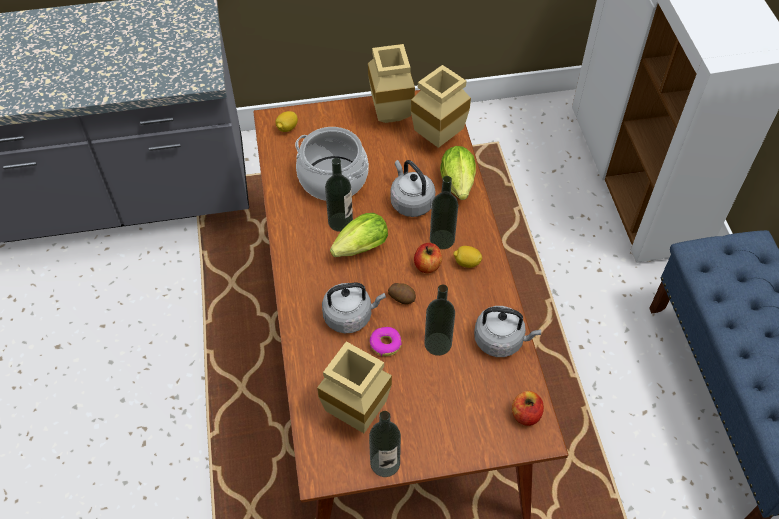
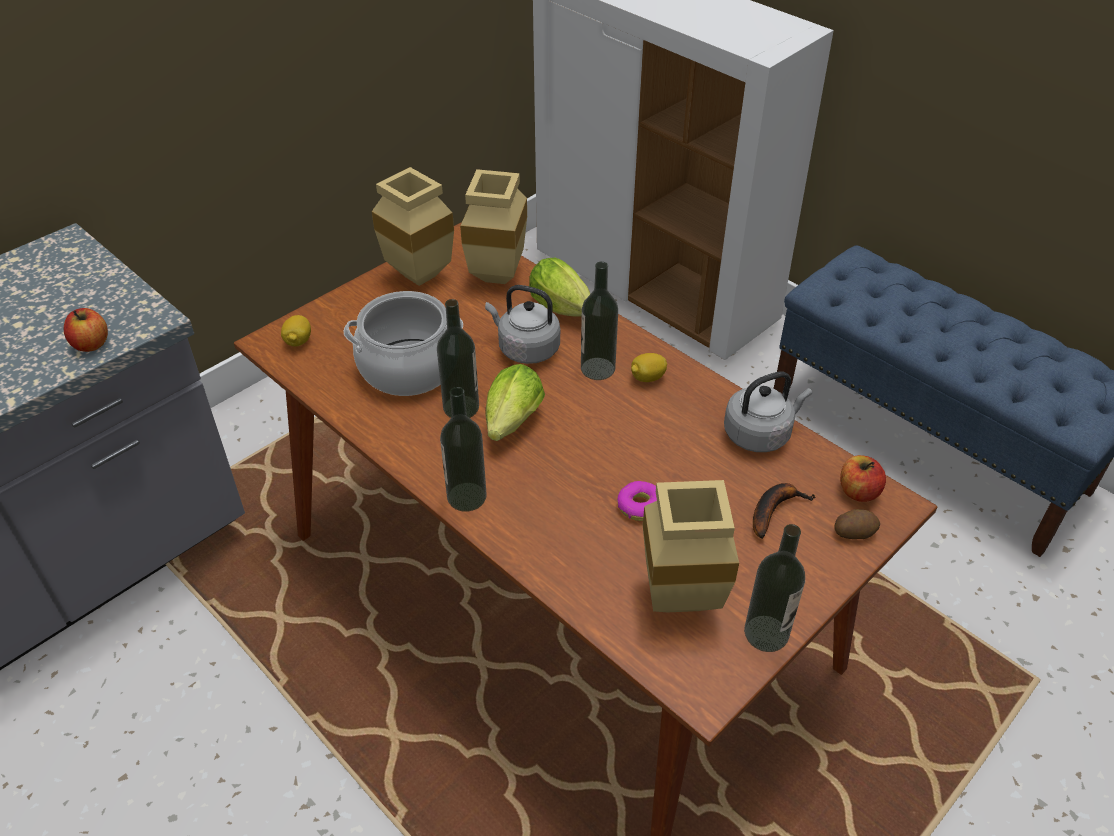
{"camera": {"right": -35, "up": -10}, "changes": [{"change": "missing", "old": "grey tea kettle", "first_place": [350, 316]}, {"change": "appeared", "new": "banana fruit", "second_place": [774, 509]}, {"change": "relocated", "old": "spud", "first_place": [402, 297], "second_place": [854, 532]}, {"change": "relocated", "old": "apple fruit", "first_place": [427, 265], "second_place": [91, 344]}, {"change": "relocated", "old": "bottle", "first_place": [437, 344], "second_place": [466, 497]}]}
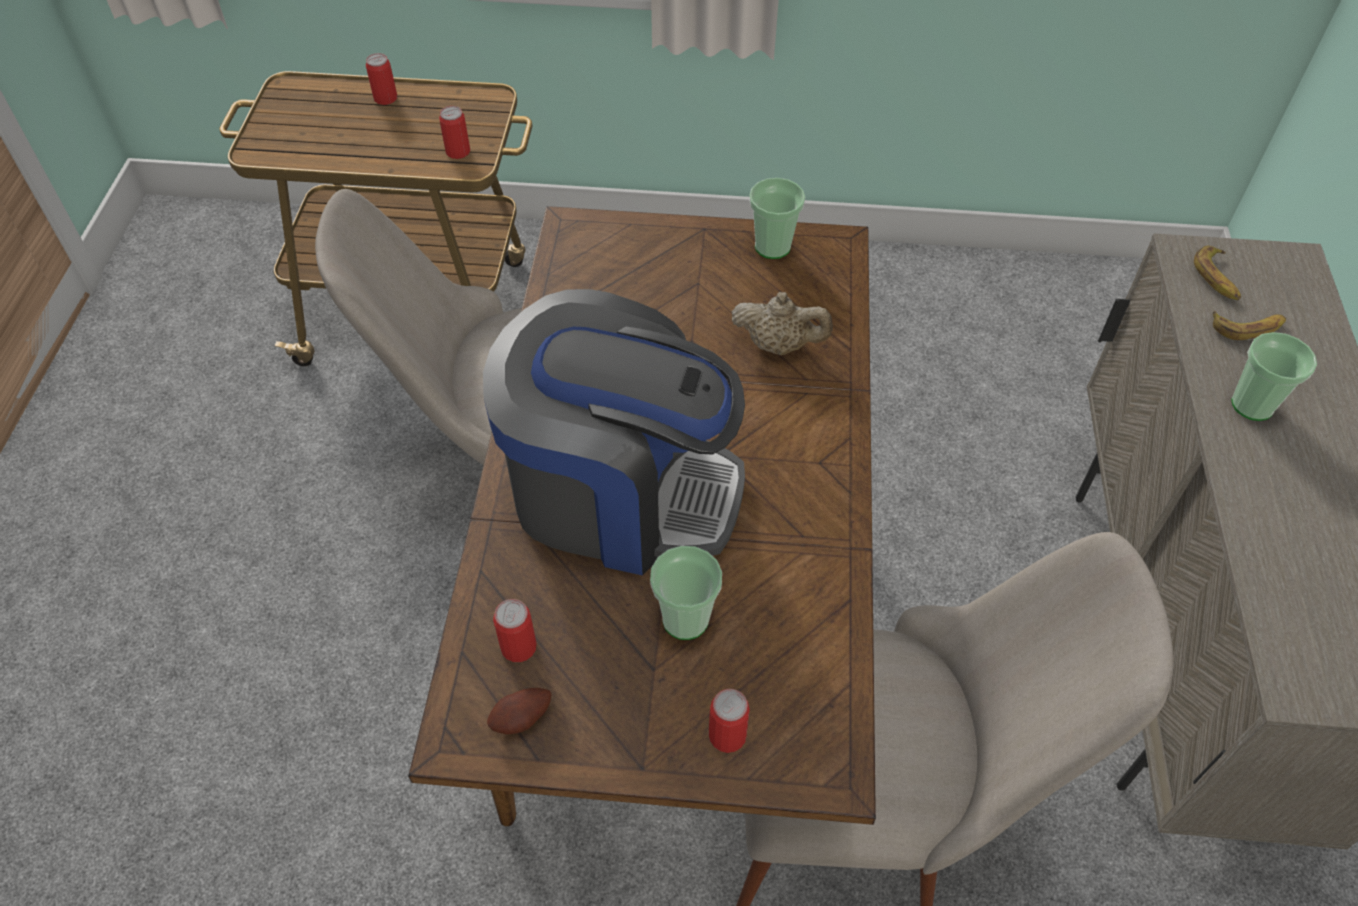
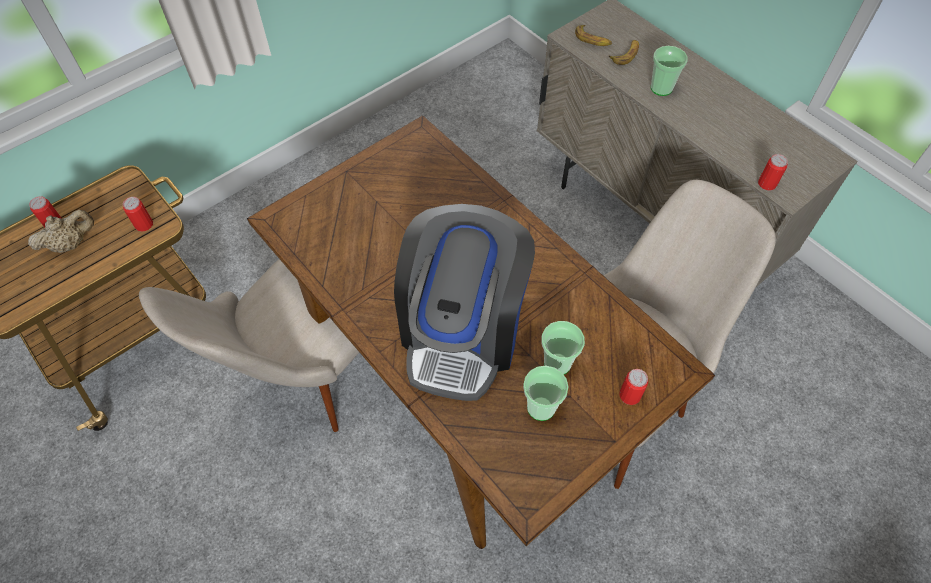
{"camera": {"right": -45, "up": 5}, "changes": [{"change": "missing", "old": "spud", "first_place": [522, 719]}, {"change": "relocated", "old": "sealed can", "first_place": [518, 647], "second_place": [767, 184]}, {"change": "relocated", "old": "beige-coloured tea pot", "first_place": [779, 345], "second_place": [71, 244]}, {"change": "relocated", "old": "small cup", "first_place": [772, 246], "second_place": [541, 407]}, {"change": "spun", "old": "coffee brewer", "first_place": [620, 492], "second_place": [462, 332], "degrees": 135}]}
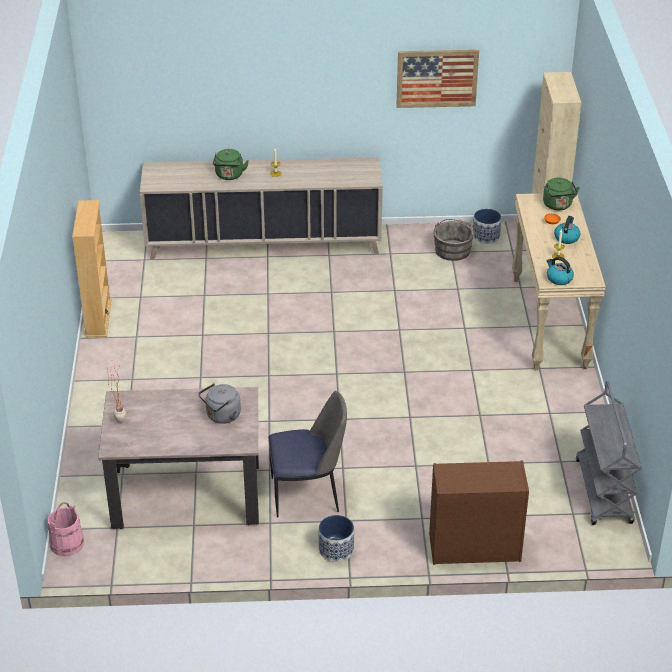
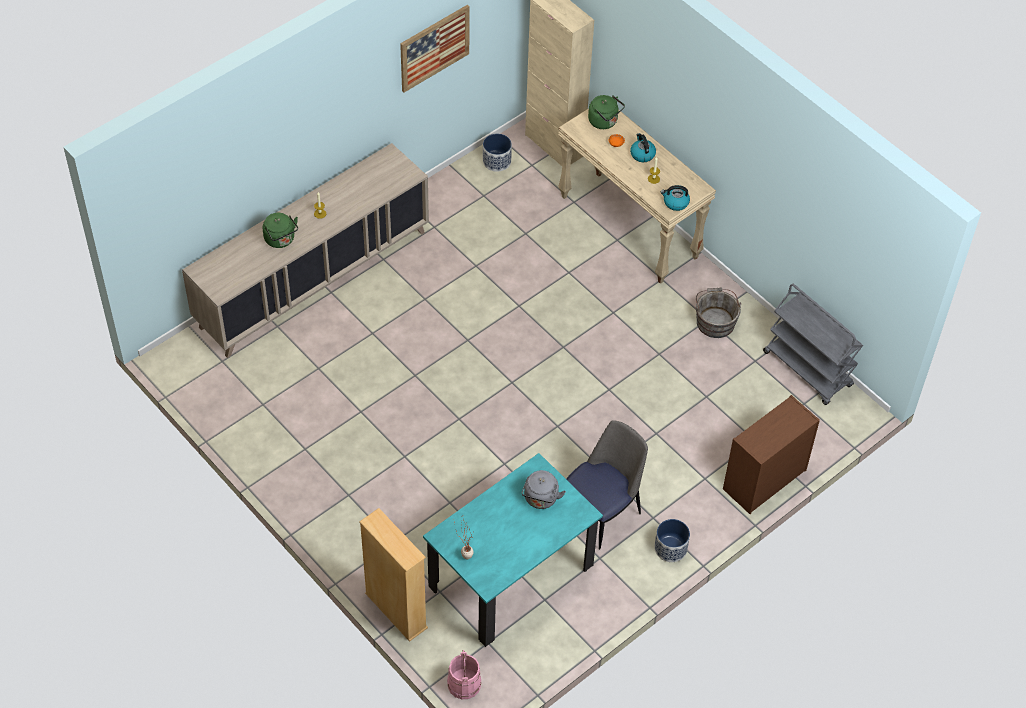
{"camera": {"right": -40, "up": 15}, "changes": [{"change": "relocated", "old": "beige-coloured shelving unit", "first_place": [98, 318], "second_place": [396, 611]}, {"change": "relocated", "old": "grey water bucket", "first_place": [453, 249], "second_place": [715, 320]}, {"change": "colour", "old": "beige-coloured kitchen table", "new": "turquoise-coloured kitchen table", "first_place": [186, 495], "second_place": [511, 576]}]}
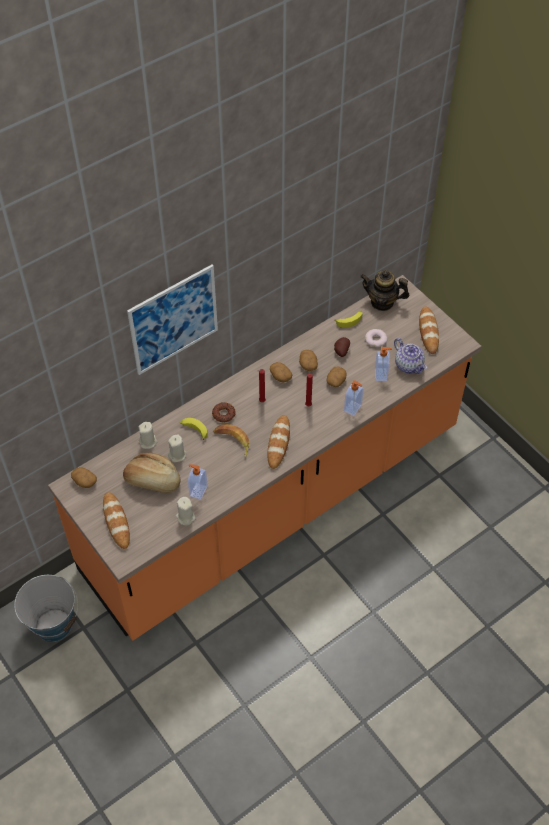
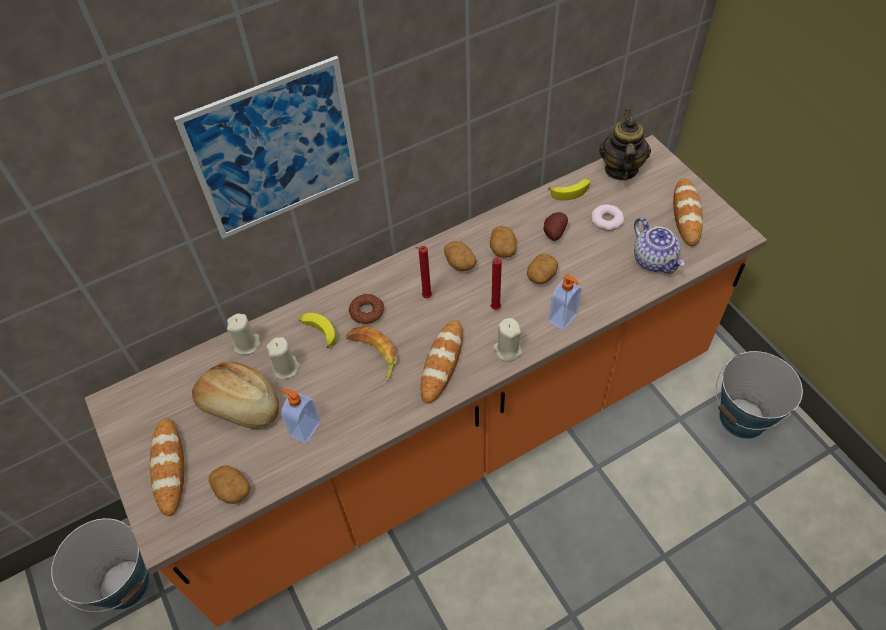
{"camera": {"right": 10, "up": 0}, "changes": [{"change": "missing", "old": "soap dispenser", "first_place": [381, 374]}, {"change": "appeared", "new": "water bucket", "second_place": [742, 418]}, {"change": "relocated", "old": "spud", "first_place": [84, 481], "second_place": [231, 489]}, {"change": "relocated", "old": "beige-coloured wax light", "first_place": [185, 517], "second_place": [507, 350]}, {"change": "spun", "old": "tea pot", "first_place": [382, 302], "second_place": [620, 169], "degrees": 75}]}
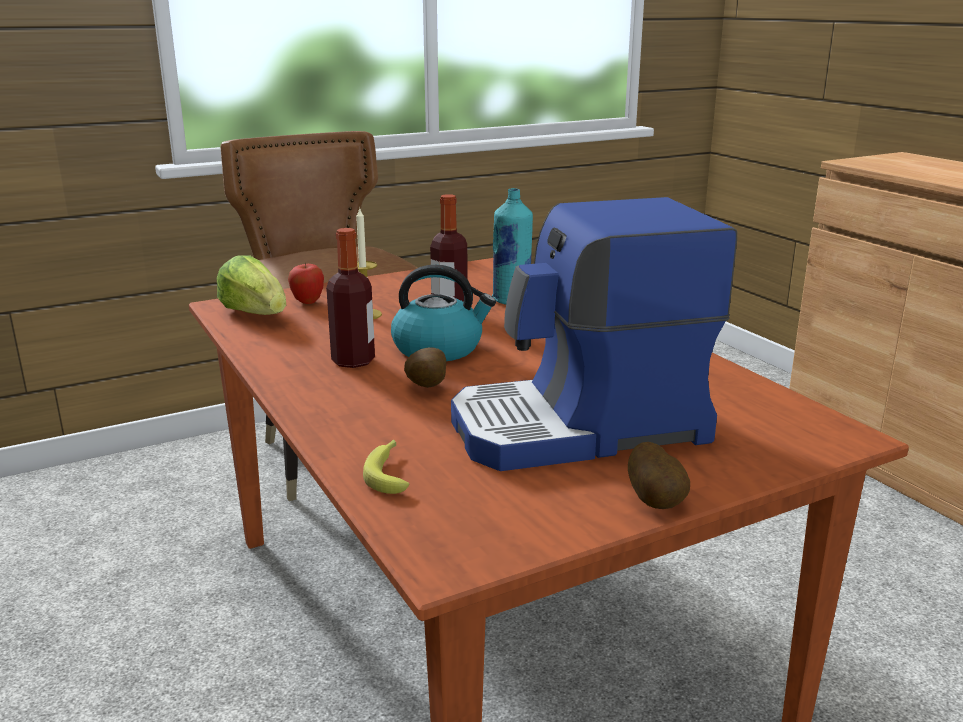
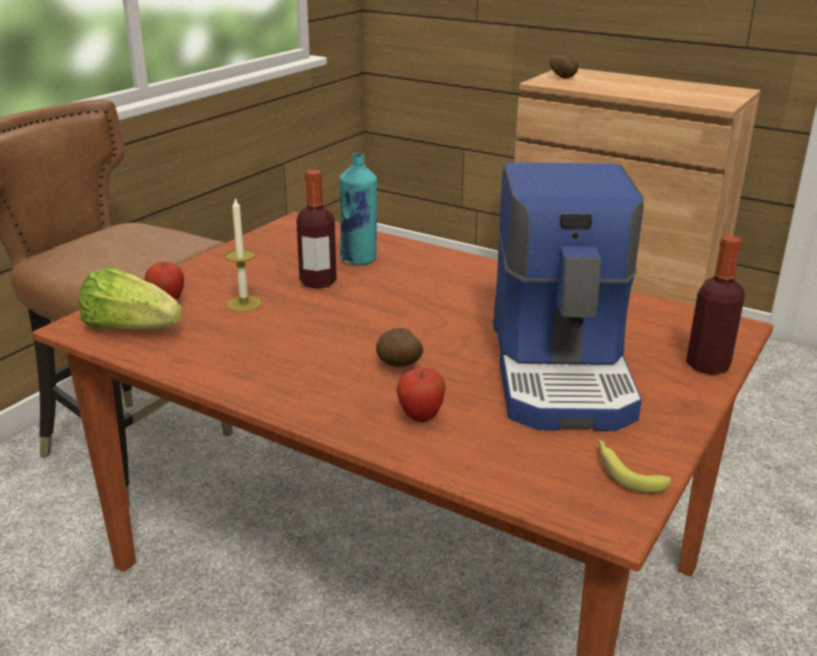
{"camera": {"right": -30, "up": 5}, "changes": [{"change": "missing", "old": "tea kettle", "first_place": [439, 348]}, {"change": "appeared", "new": "apple fruit", "second_place": [420, 417]}, {"change": "relocated", "old": "bottle", "first_place": [353, 361], "second_place": [707, 365]}, {"change": "relocated", "old": "banana fruit", "first_place": [390, 472], "second_place": [626, 471]}, {"change": "relocated", "old": "spud", "first_place": [657, 501], "second_place": [563, 77]}, {"change": "spun", "old": "coffee brewer", "first_place": [580, 428], "second_place": [563, 371], "degrees": -45}]}
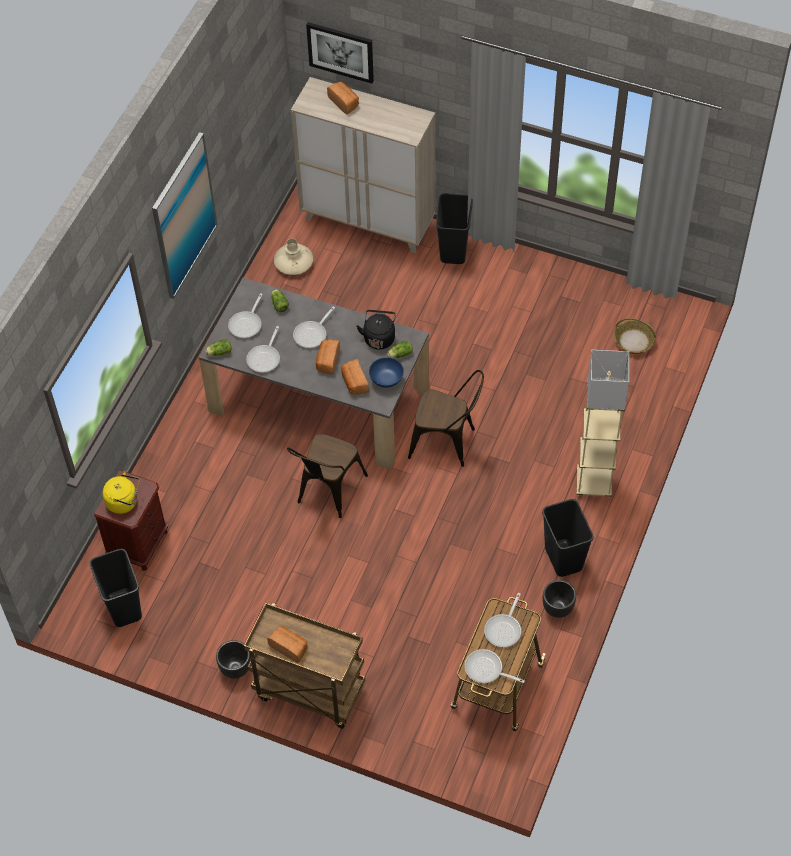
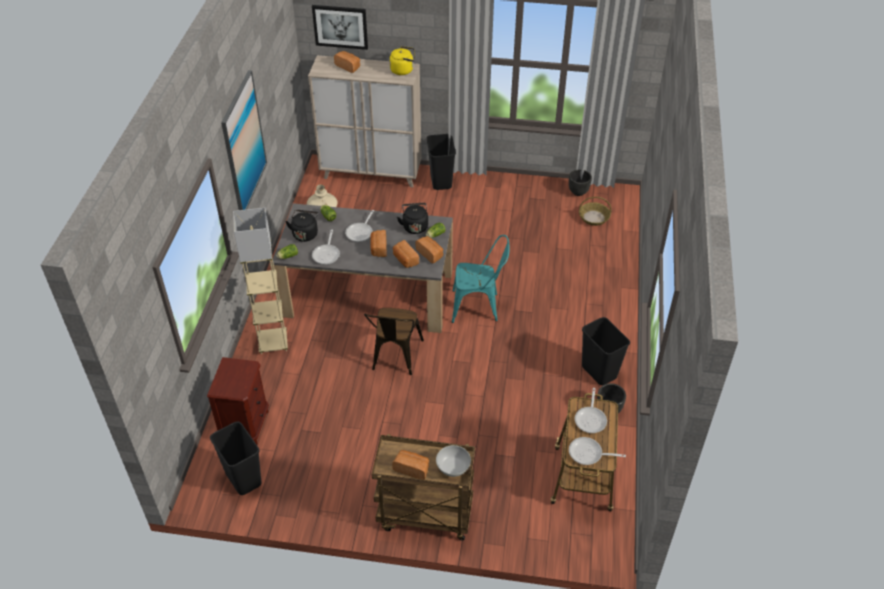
{"camera": {"right": -15, "up": -10}, "changes": [{"change": "appeared", "new": "white bowl", "second_place": [453, 468]}, {"change": "relocated", "old": "yellow tea kettle", "first_place": [124, 502], "second_place": [403, 70]}, {"change": "relocated", "old": "blackish flower pot", "first_place": [235, 668], "second_place": [578, 192]}, {"change": "relocated", "old": "beige-coloured standard lamp", "first_place": [593, 483], "second_place": [273, 343]}, {"change": "exchanged", "old": "skillet", "new": "blackish tea kettle", "first_place": [247, 324], "second_place": [305, 233]}, {"change": "exchanged", "old": "blue bowl", "new": "baked bread", "first_place": [386, 380], "second_place": [430, 254]}, {"change": "colour", "old": "brown-coloured plain chair", "new": "turquoise-coloured plain chair", "first_place": [447, 443], "second_place": [479, 307]}]}
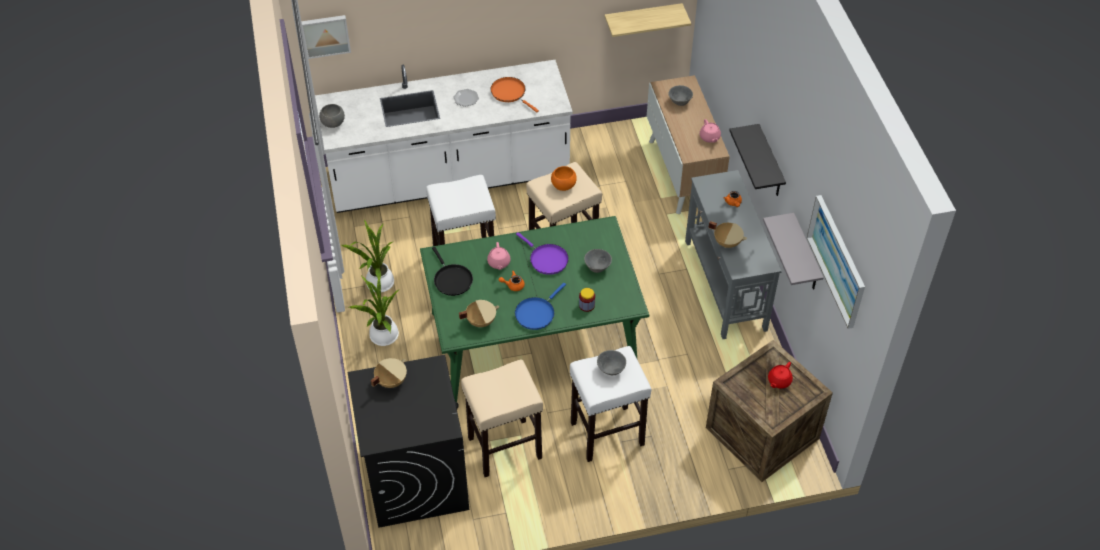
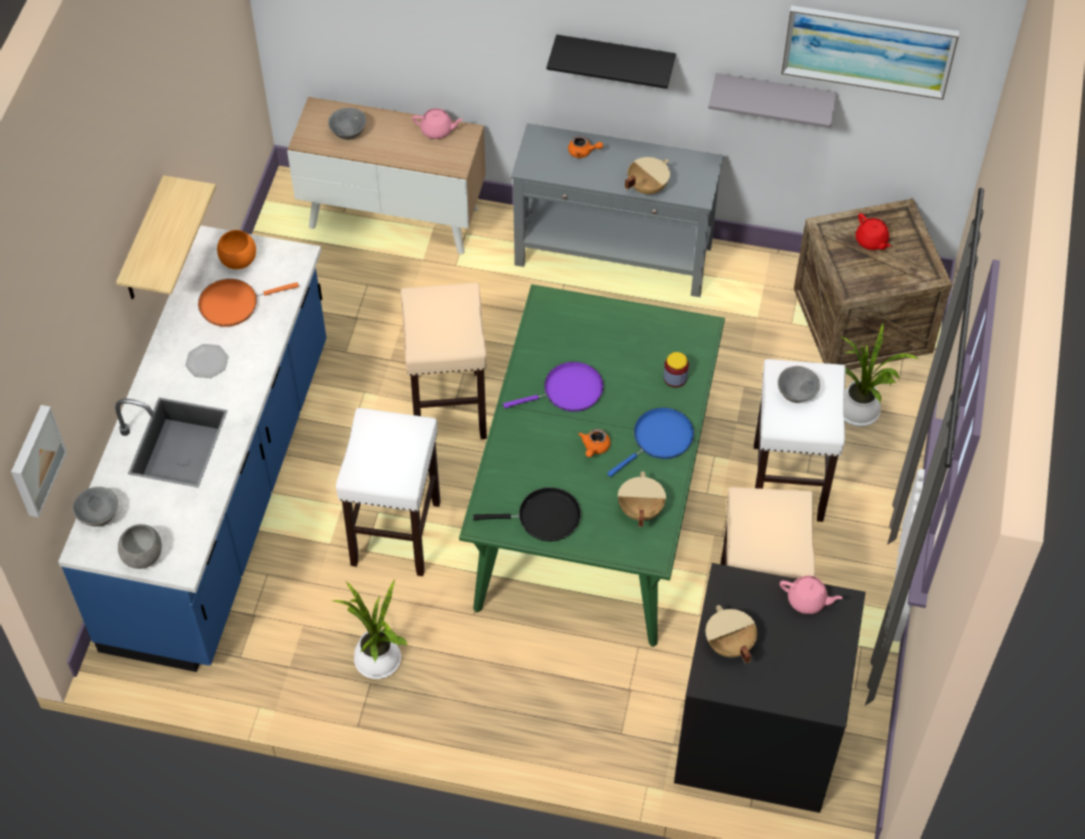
{"camera": {"right": -65, "up": 5}, "changes": [{"change": "relocated", "old": "plant in a pot", "first_place": [382, 337], "second_place": [860, 413]}, {"change": "relocated", "old": "pink tea pot", "first_place": [498, 263], "second_place": [807, 600]}, {"change": "relocated", "old": "orangey bowl", "first_place": [563, 186], "second_place": [238, 261]}, {"change": "relocated", "old": "grey bowl", "first_place": [598, 267], "second_place": [100, 515]}, {"change": "relocated", "old": "wall shelf", "first_place": [642, 19], "second_place": [144, 243]}, {"change": "colour", "old": "white counter", "new": "blue counter", "first_place": [449, 178], "second_place": [222, 494]}, {"change": "spun", "old": "blue skillet", "first_place": [536, 313], "second_place": [659, 439], "degrees": -105}]}
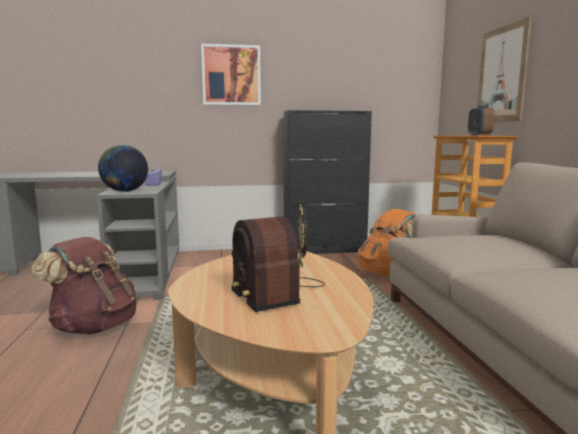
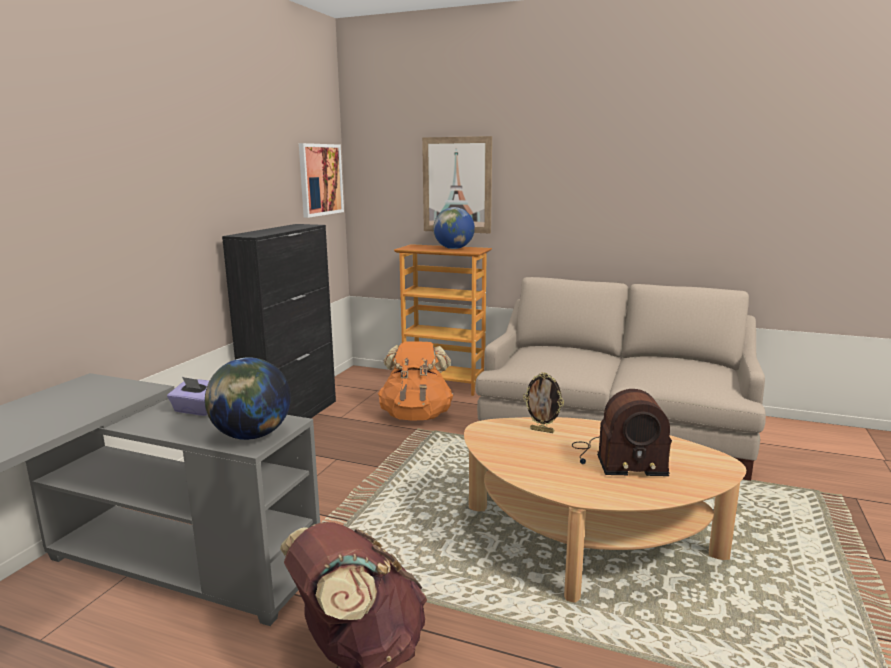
{"camera": {"right": -60, "up": 5}, "changes": [{"change": "relocated", "old": "picture", "first_place": [231, 75], "second_place": [320, 179]}, {"change": "exchanged", "old": "bedside clock", "new": "globe", "first_place": [479, 135], "second_place": [454, 248]}]}
